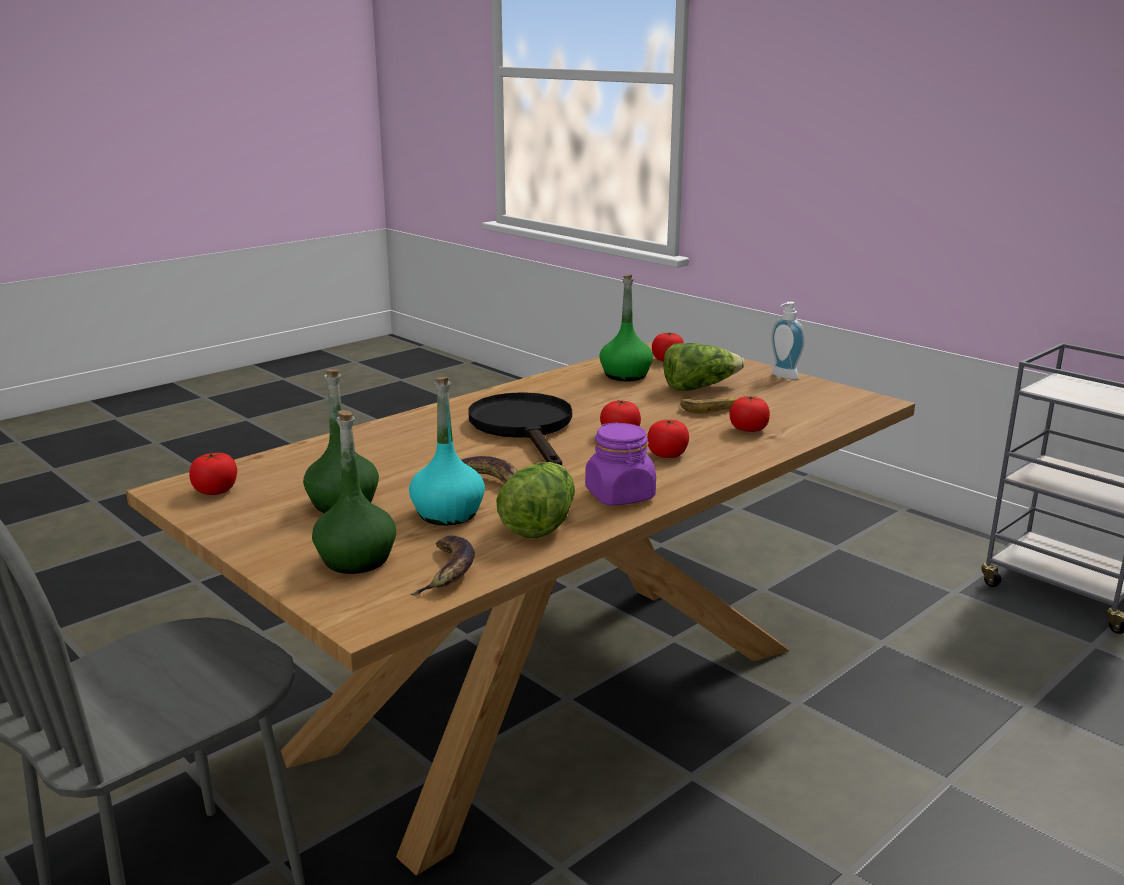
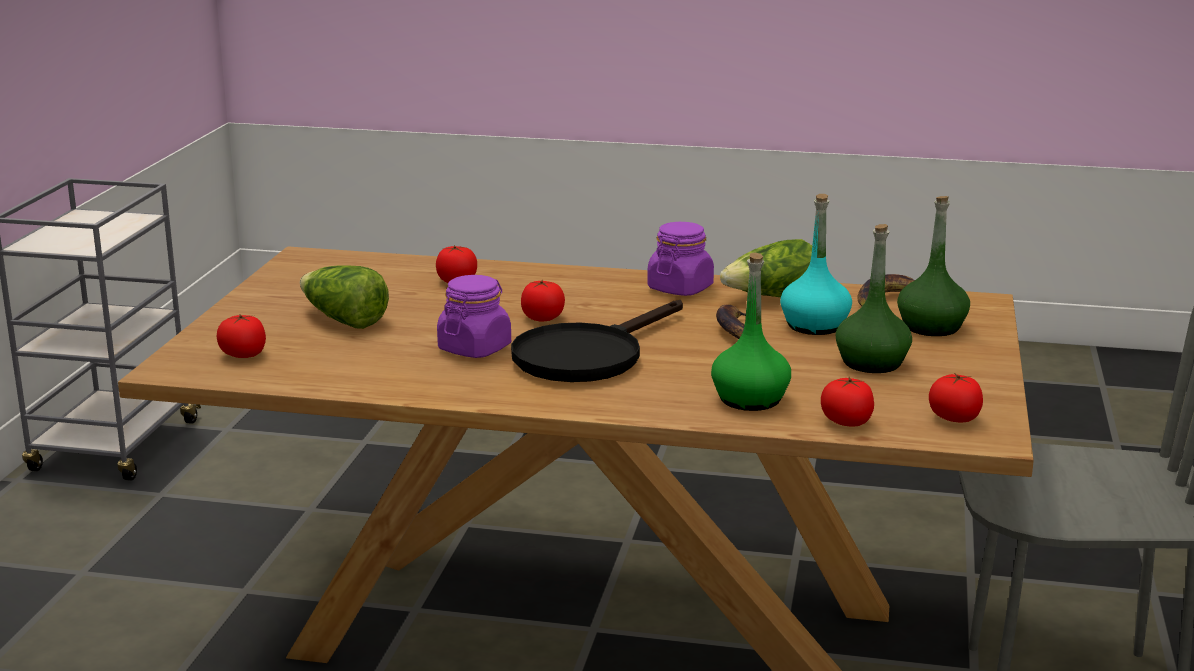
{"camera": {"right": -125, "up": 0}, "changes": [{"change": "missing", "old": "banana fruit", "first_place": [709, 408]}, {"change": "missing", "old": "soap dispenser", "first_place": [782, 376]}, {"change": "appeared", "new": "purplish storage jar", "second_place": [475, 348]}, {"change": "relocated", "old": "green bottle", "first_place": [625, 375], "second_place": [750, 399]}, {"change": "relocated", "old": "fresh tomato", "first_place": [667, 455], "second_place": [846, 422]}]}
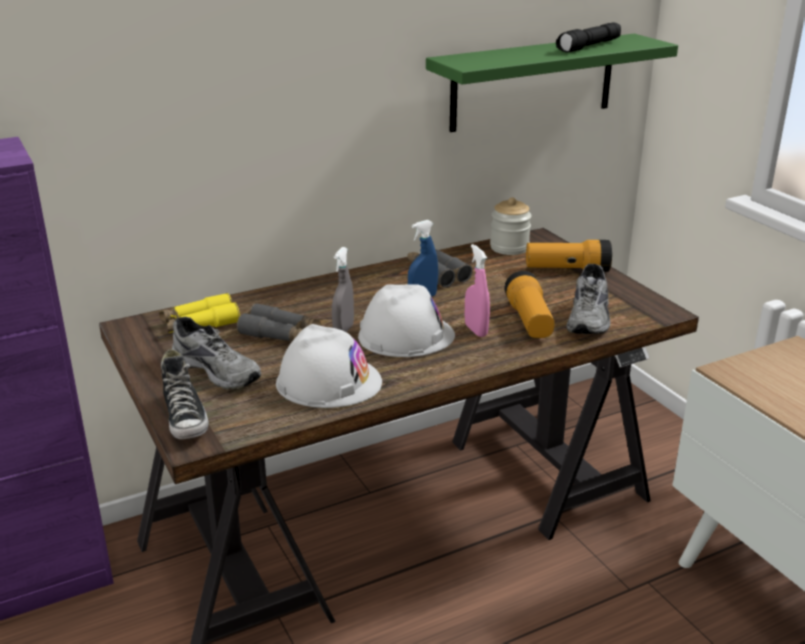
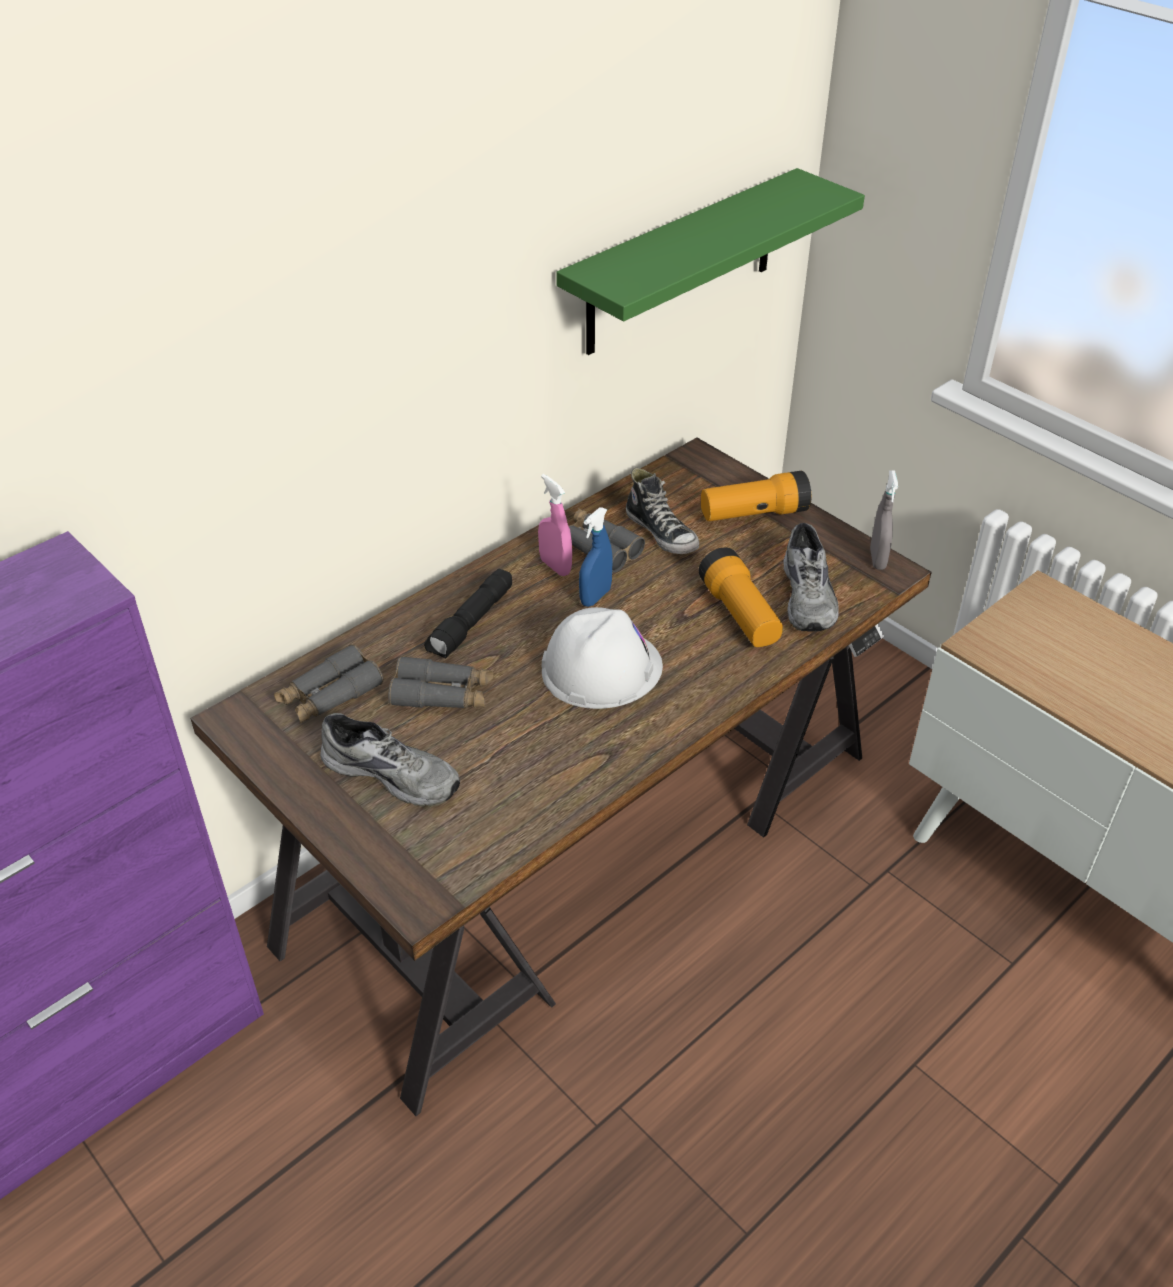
{"camera": {"right": -15, "up": 15}, "changes": [{"change": "missing", "old": "white safety helmet", "first_place": [328, 382]}, {"change": "missing", "old": "storage jar", "first_place": [509, 248]}, {"change": "relocated", "old": "item of footwear", "first_place": [185, 418], "second_place": [662, 533]}, {"change": "relocated", "old": "grey hand sprayer", "first_place": [343, 330], "second_place": [877, 559]}, {"change": "relocated", "old": "pink hand sprayer", "first_place": [476, 330], "second_place": [555, 566]}, {"change": "relocated", "old": "blackish hand torch", "first_place": [589, 47], "second_place": [472, 623]}, {"change": "colour", "old": "yellow field glasses", "new": "grey field glasses", "first_place": [200, 324], "second_place": [329, 695]}]}
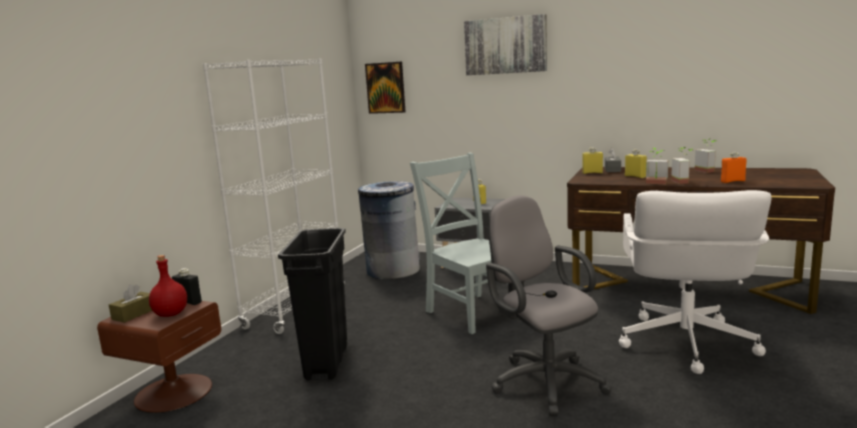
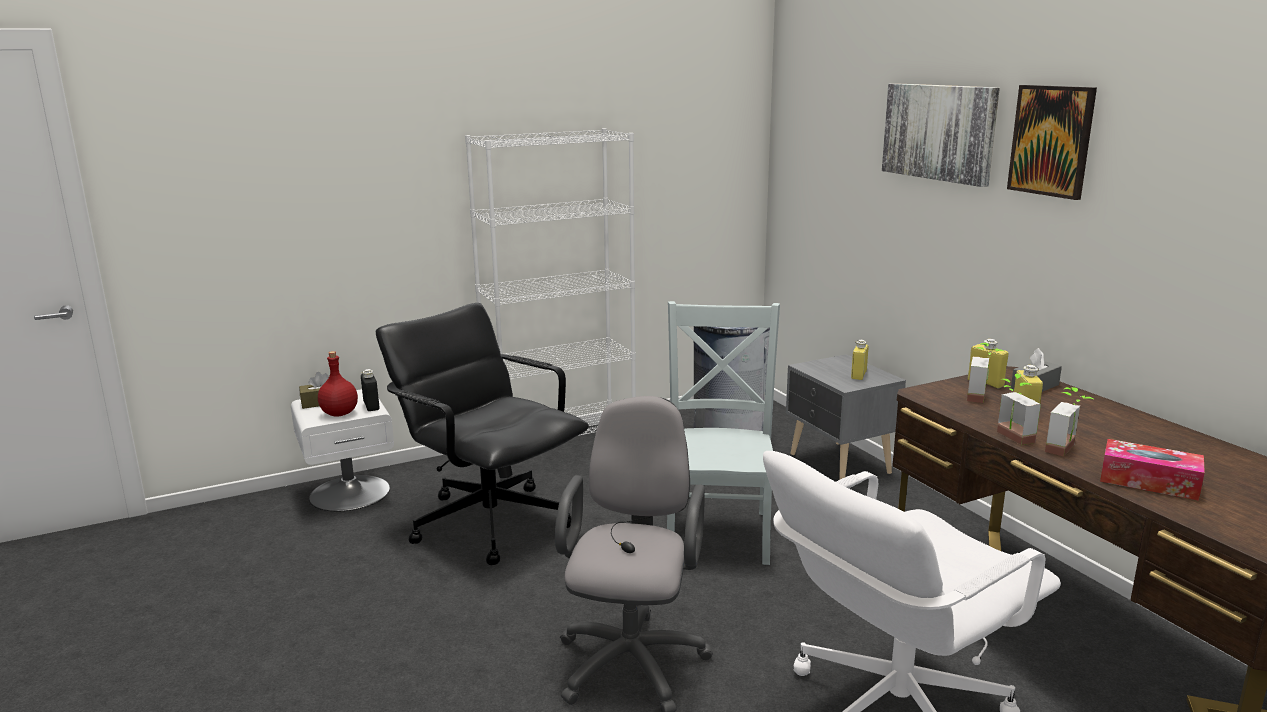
{"camera": {"right": 40, "up": 5}, "changes": [{"change": "relocated", "old": "picture", "first_place": [385, 88], "second_place": [1051, 141]}, {"change": "relocated", "old": "plant in a pot", "first_place": [707, 170], "second_place": [983, 397]}, {"change": "exchanged", "old": "blackish trash can", "new": "blackish computer chair", "first_place": [326, 362], "second_place": [490, 522]}, {"change": "exchanged", "old": "orangey bottle", "new": "tissue holder", "first_place": [732, 181], "second_place": [1149, 481]}, {"change": "colour", "old": "brown-coloured bedside table", "new": "white bedside table", "first_place": [173, 392], "second_place": [349, 492]}]}
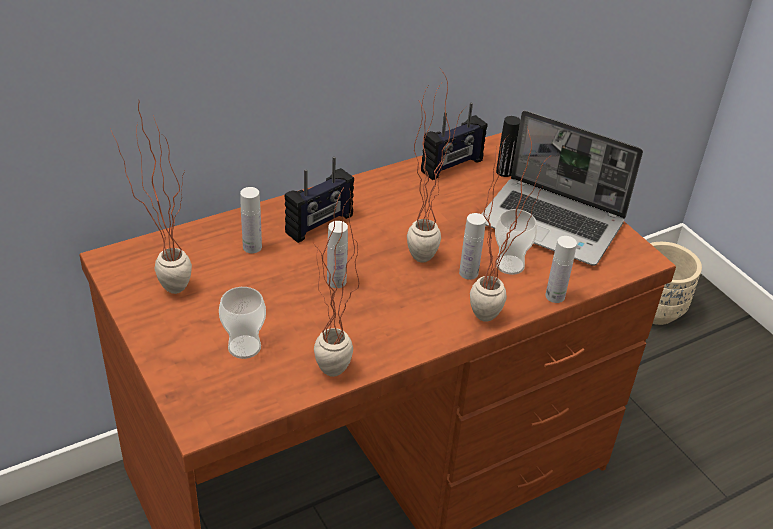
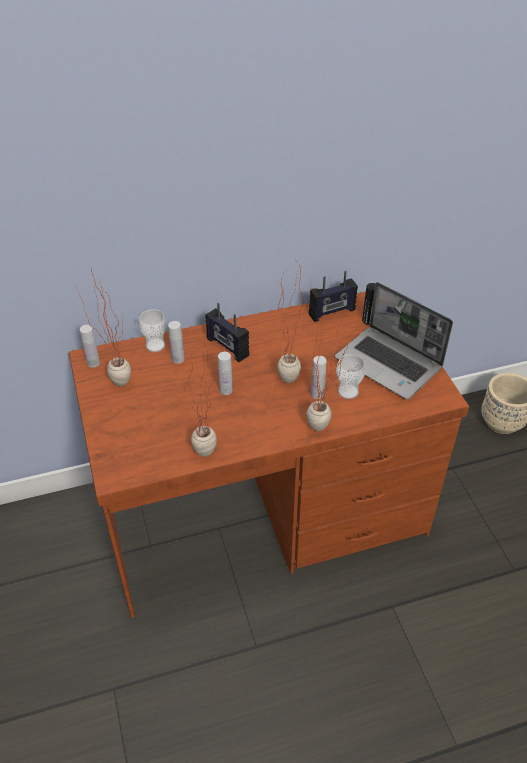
{"camera": {"right": 15, "up": 5}, "changes": [{"change": "relocated", "old": "small cup", "first_place": [244, 347], "second_place": [155, 345]}, {"change": "relocated", "old": "white bottle", "first_place": [555, 296], "second_place": [93, 363]}, {"change": "spun", "old": "radio set", "first_place": [320, 224], "second_place": [227, 347], "degrees": 75}]}
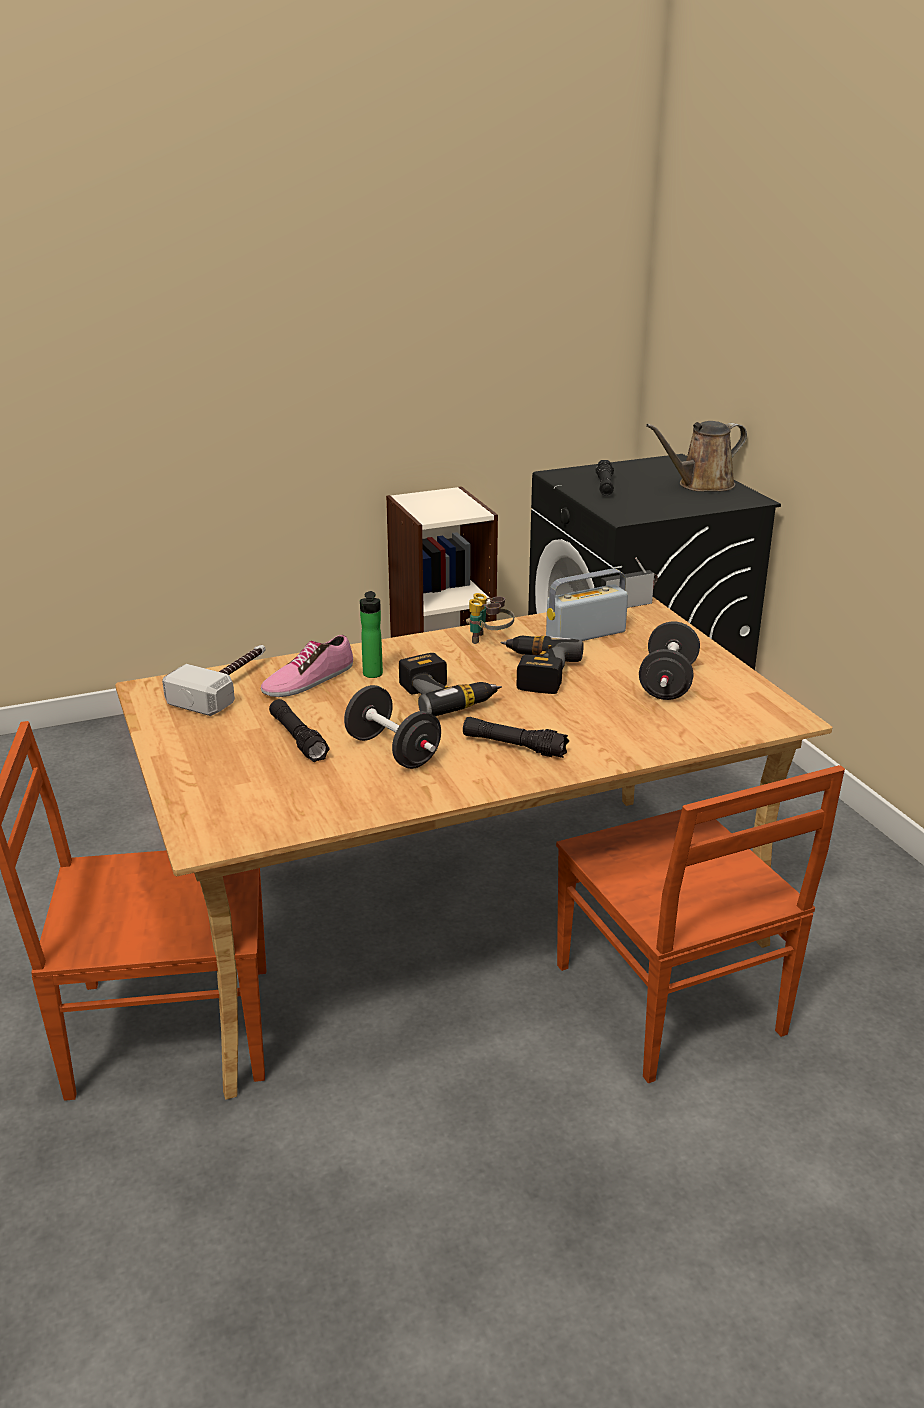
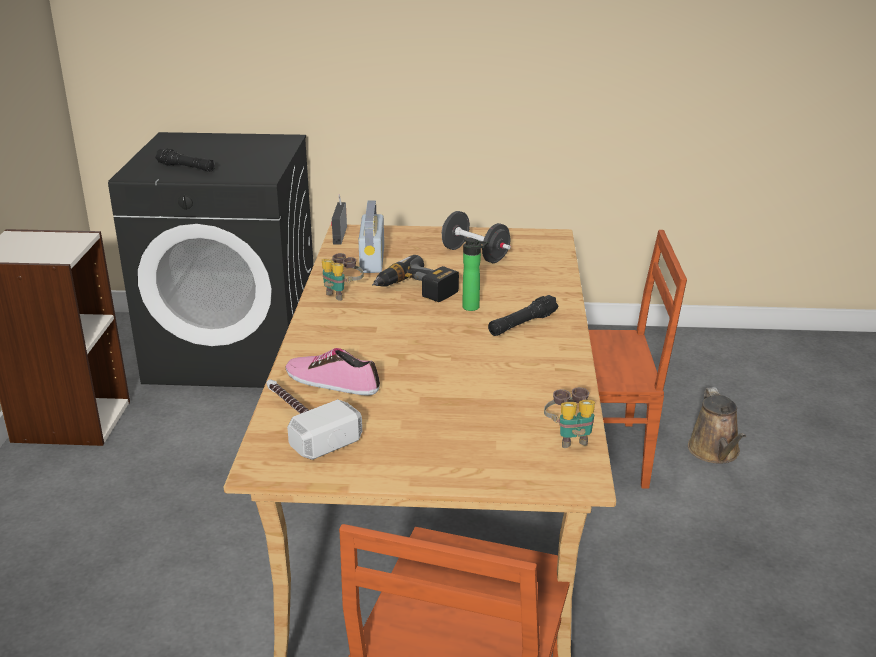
{"camera": {"right": -65, "up": 0}, "changes": [{"change": "missing", "old": "blackish hand torch", "first_place": [298, 739]}, {"change": "missing", "old": "blackish hand weight", "first_place": [393, 751]}, {"change": "missing", "old": "electric drill", "first_place": [447, 696]}, {"change": "appeared", "new": "field glasses", "second_place": [570, 437]}, {"change": "relocated", "old": "bottle", "first_place": [372, 675], "second_place": [473, 308]}, {"change": "relocated", "old": "brown-coloured sprinkling can", "first_place": [701, 485], "second_place": [715, 452]}, {"change": "spun", "old": "item of footwear", "first_place": [308, 680], "second_place": [332, 381], "degrees": 135}]}
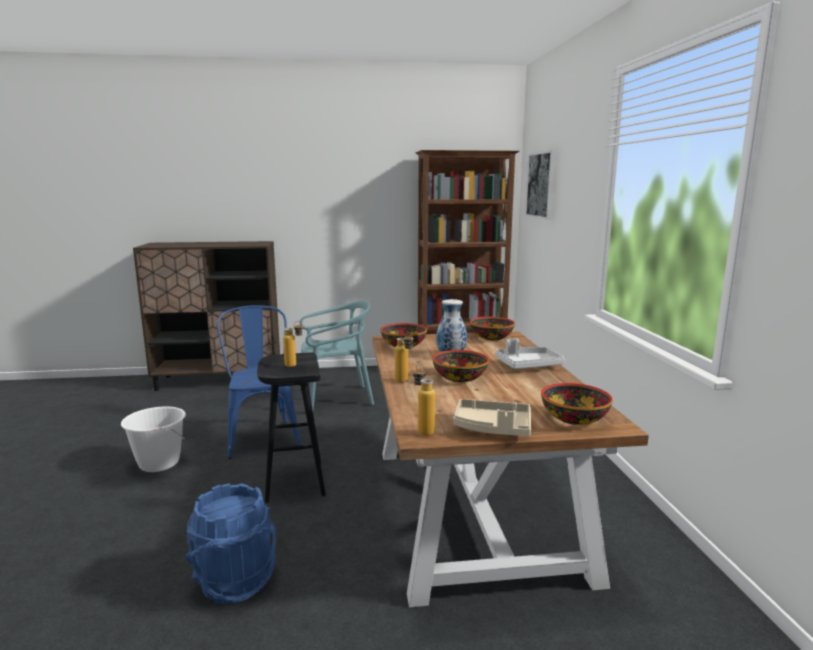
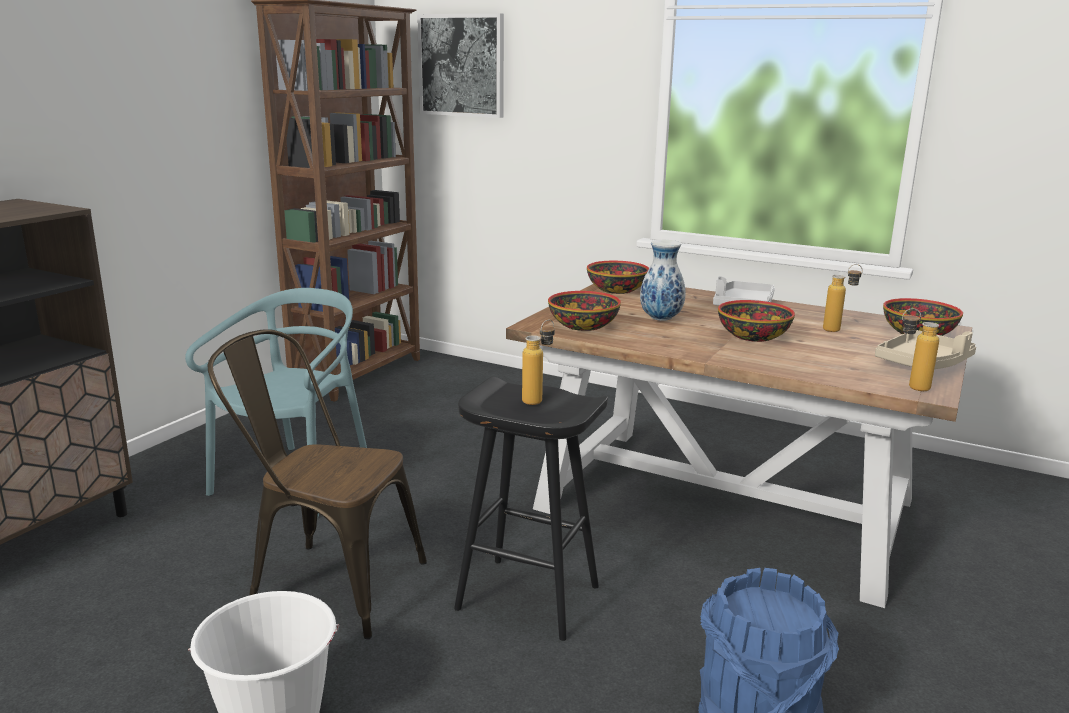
{"camera": {"right": -55, "up": 5}, "changes": [{"change": "relocated", "old": "bottle", "first_place": [404, 382], "second_place": [838, 330]}, {"change": "colour", "old": "blue plain chair", "new": "brown-coloured plain chair", "first_place": [261, 435], "second_place": [326, 583]}]}
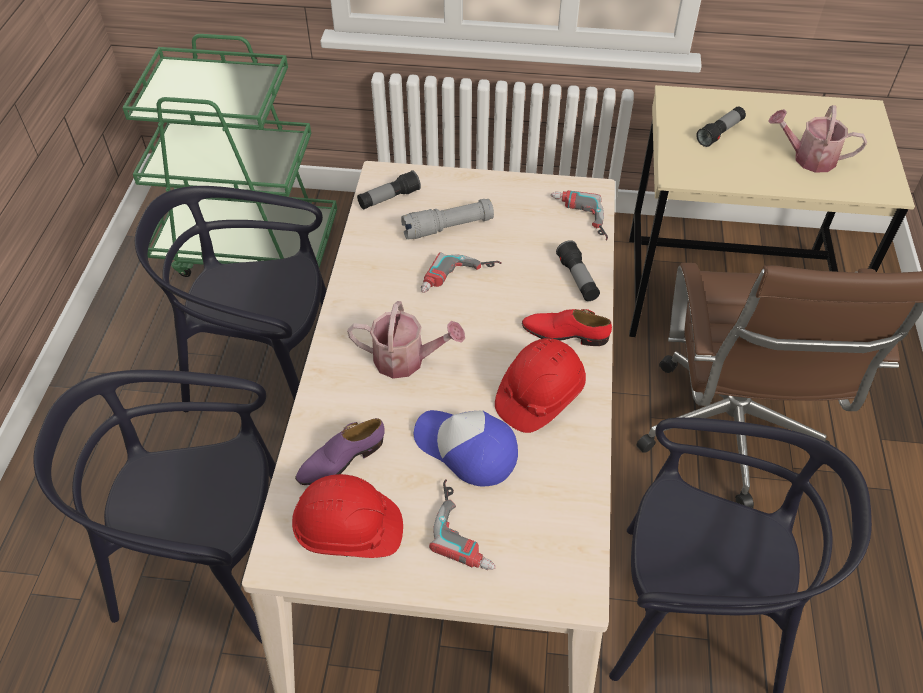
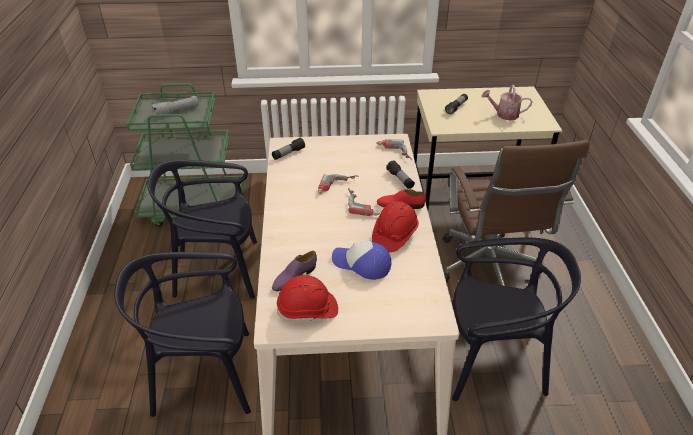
{"camera": {"right": -10, "up": -10}, "changes": [{"change": "missing", "old": "sprinkling can", "first_place": [406, 360]}, {"change": "relocated", "old": "grey hand torch", "first_place": [448, 227], "second_place": [176, 111]}, {"change": "relocated", "old": "electric drill", "first_place": [468, 528], "second_place": [363, 204]}]}
